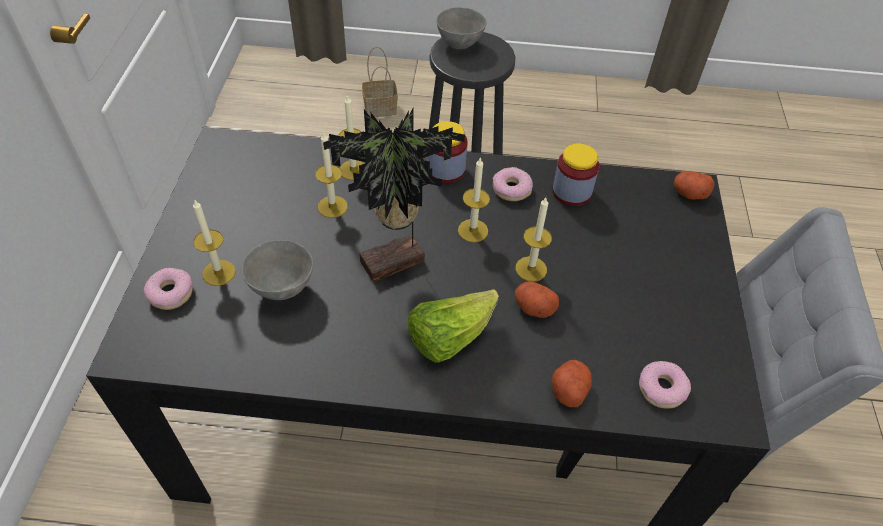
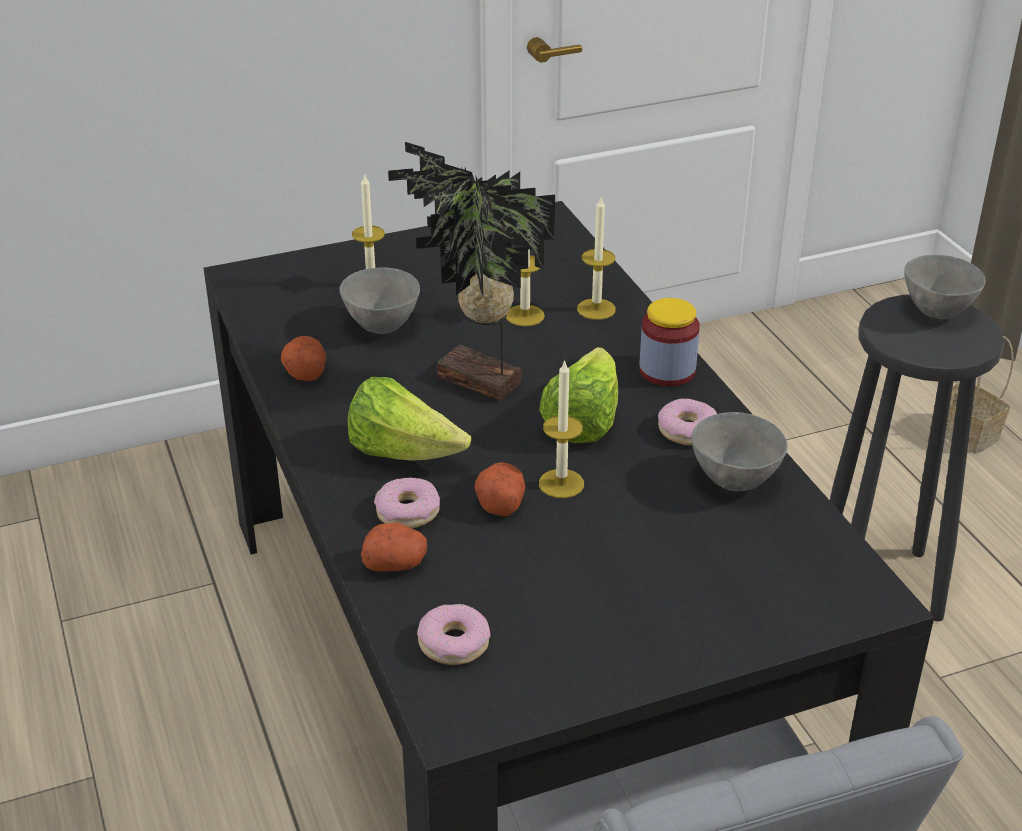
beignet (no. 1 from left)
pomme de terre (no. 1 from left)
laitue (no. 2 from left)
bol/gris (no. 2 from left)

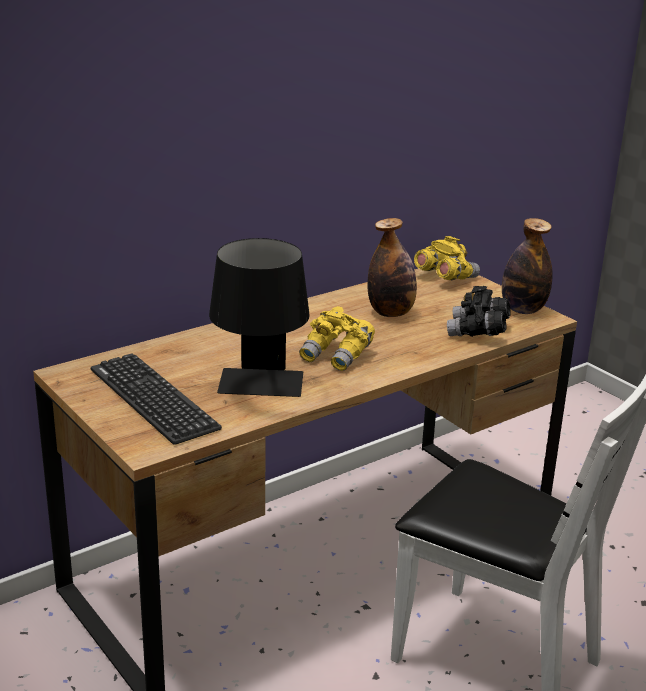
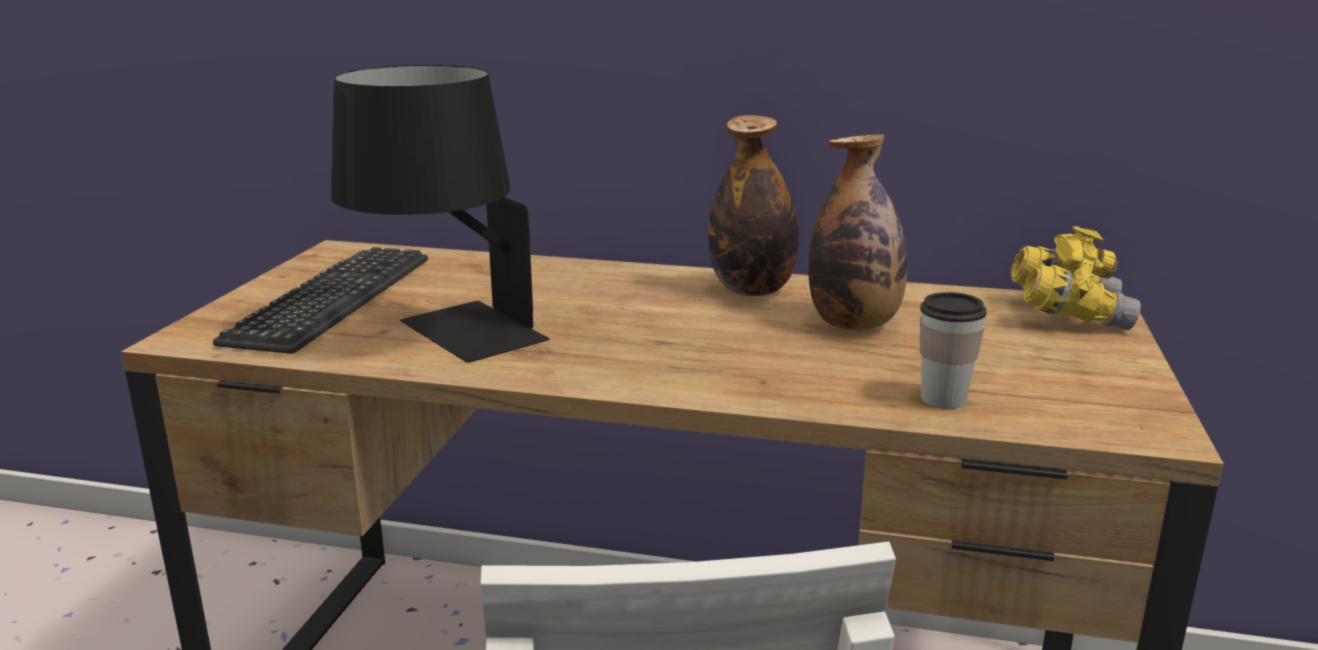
jumelles/jaune (no. 1 from left in the first image)
bouteille (no. 1 from left)
tasse

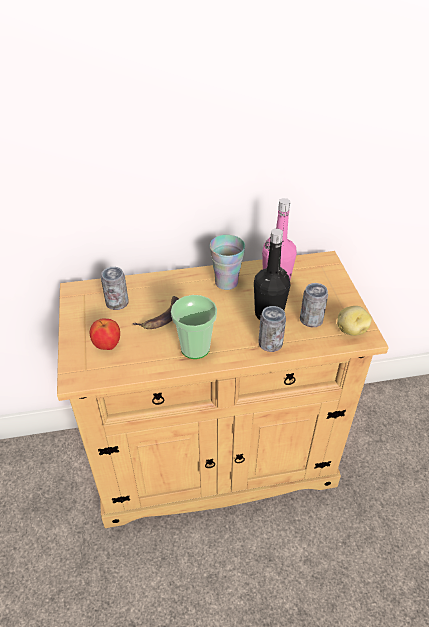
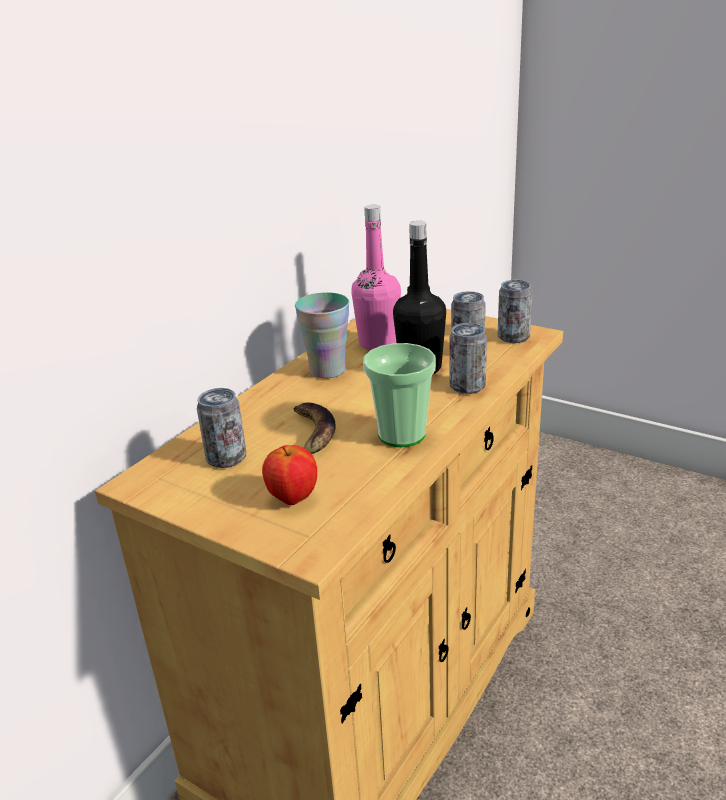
boîte métallique (no. 4 from left)

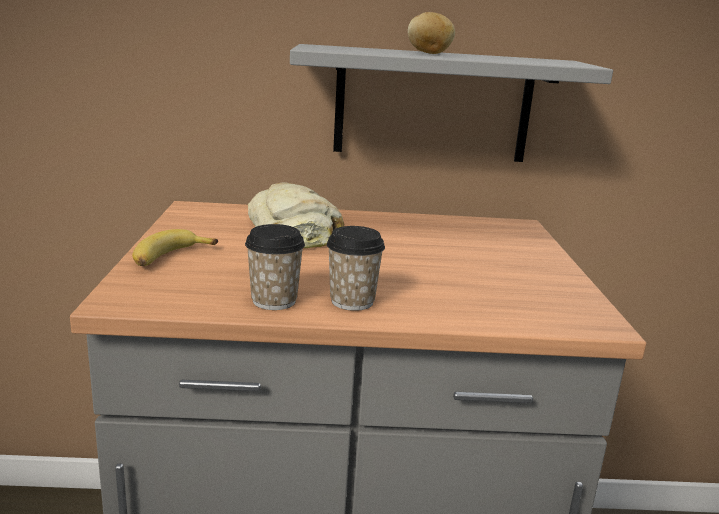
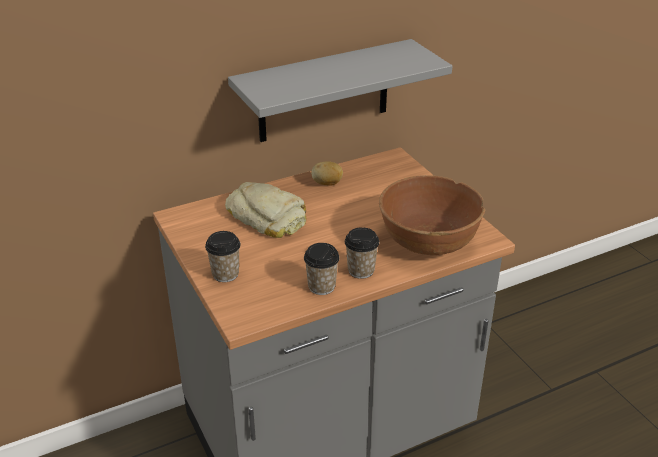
bol/marron
pomme de terre
tasse (no. 1 from left)

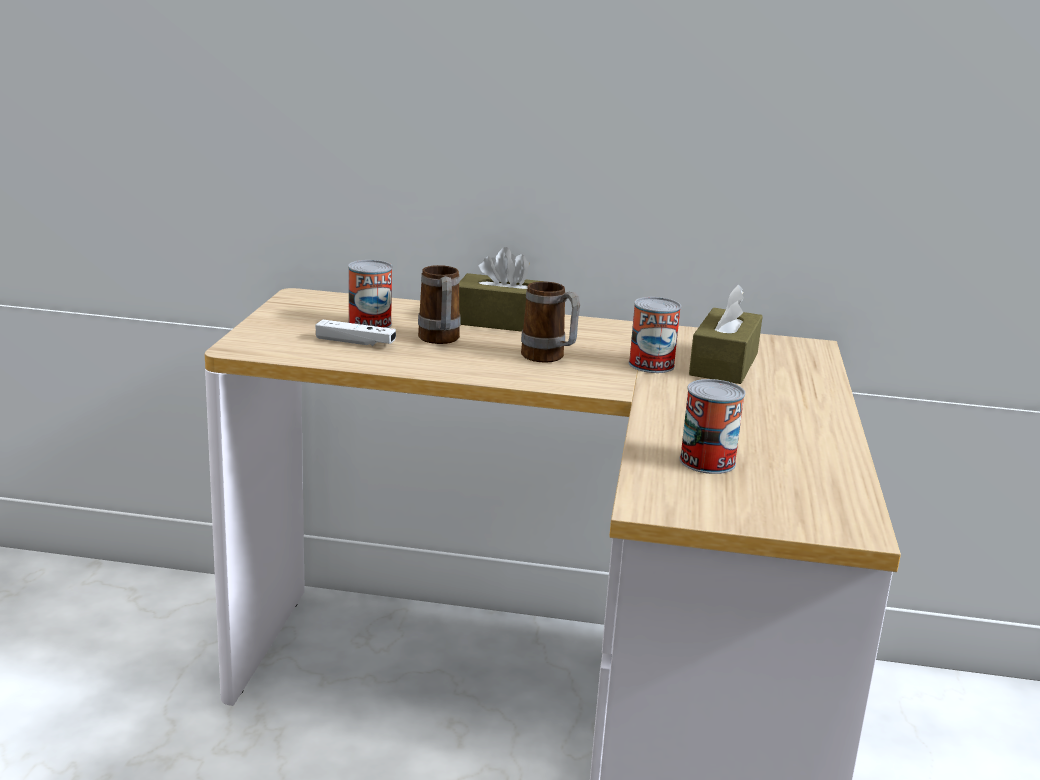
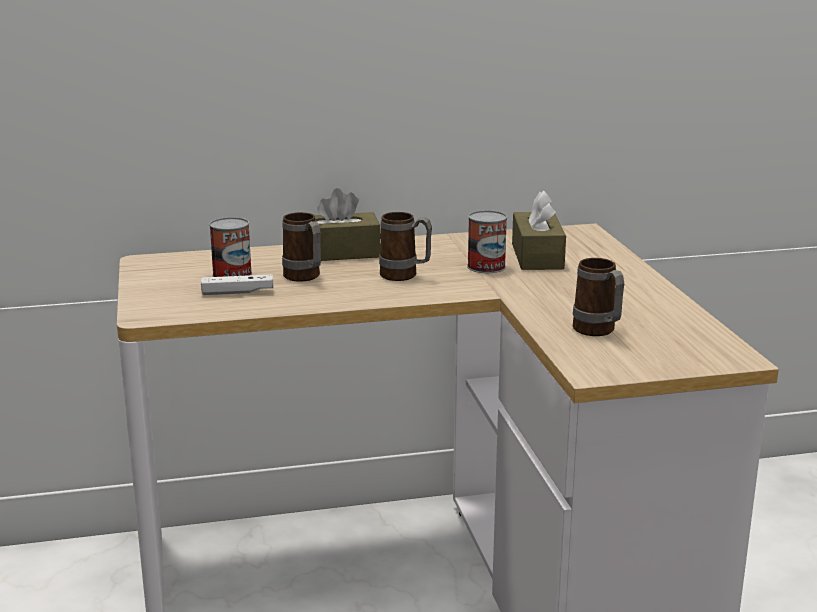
mug (no. 3 from left)

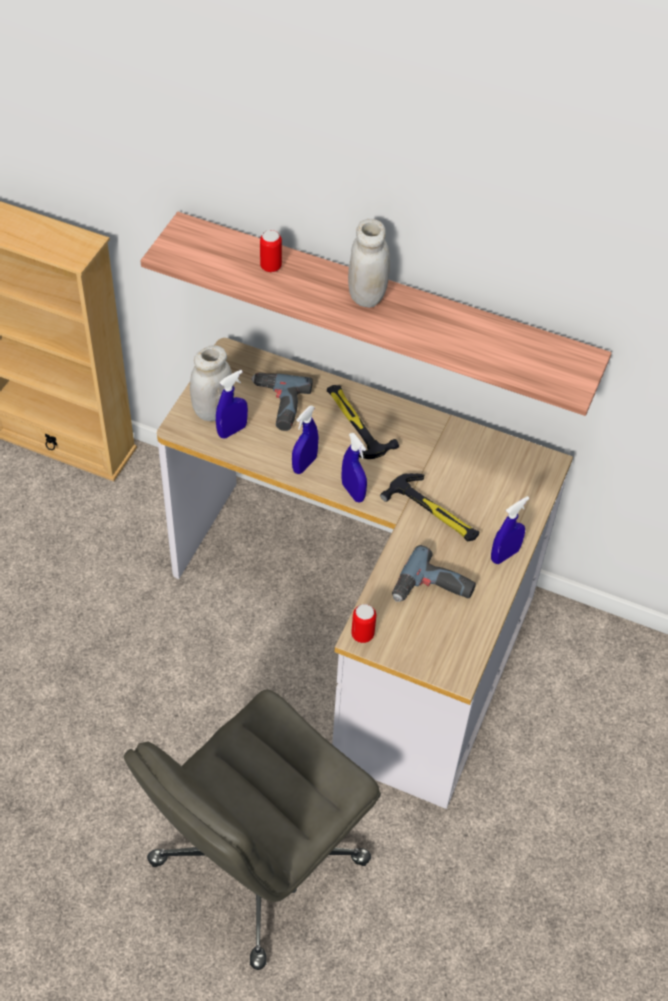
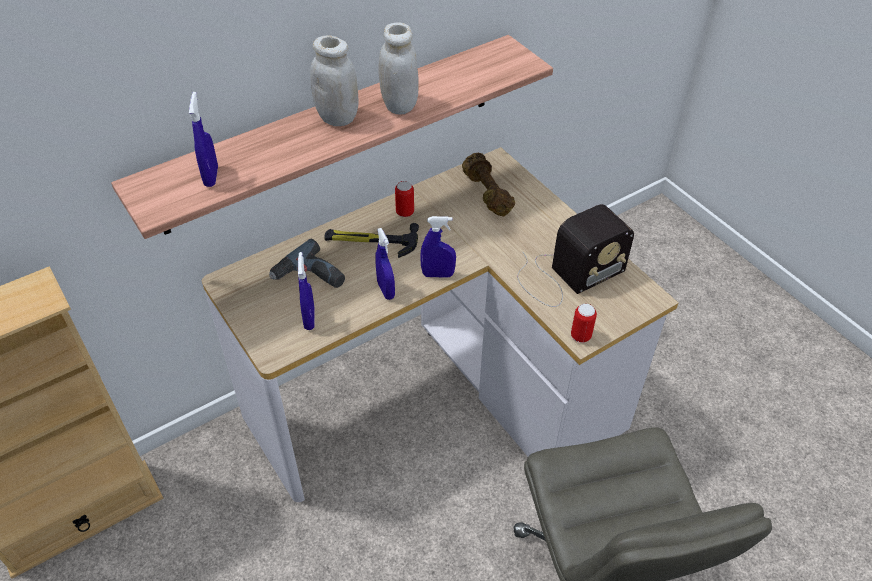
marteau (no. 2 from left in the first image)
haltère/marron
bocal/blanc (no. 2 from left)
boîte métallique (no. 1 from left)
vaporisateur/bleu (no. 1 from left)
radio

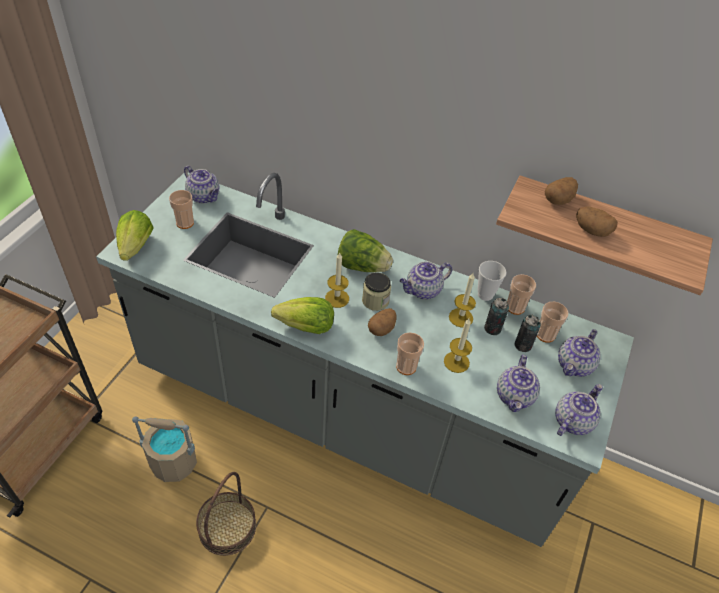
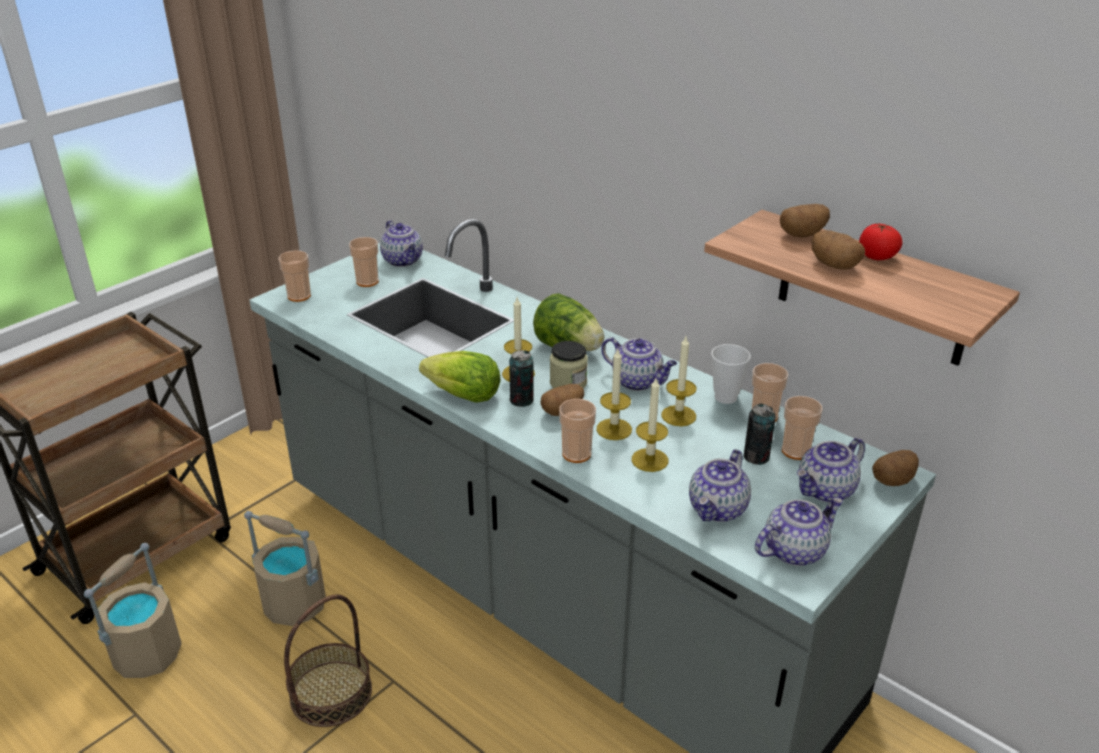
seau/beige (no. 1 from left)
bougie (no. 2 from left)
tomate
pomme de terre (no. 4 from left)
boîte métallique (no. 1 from left)
tasse (no. 1 from left)
théière (no. 2 from left)

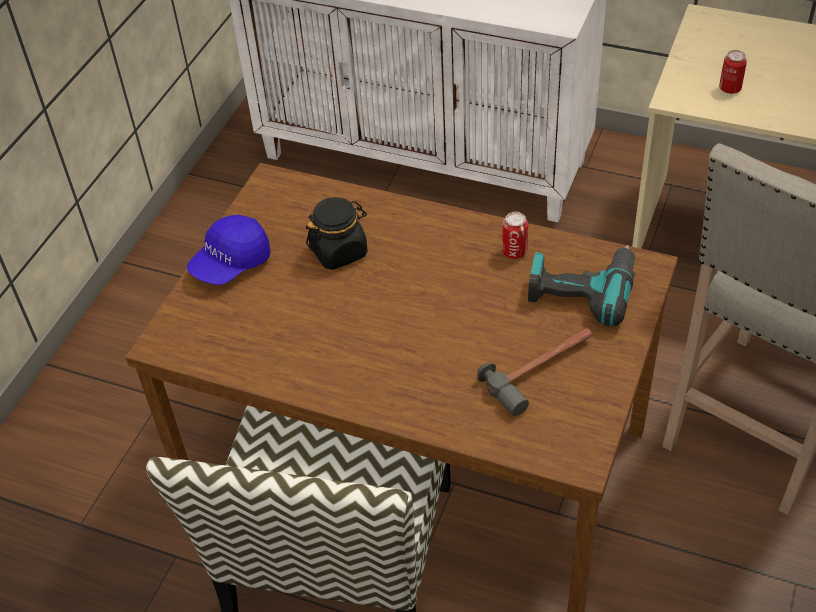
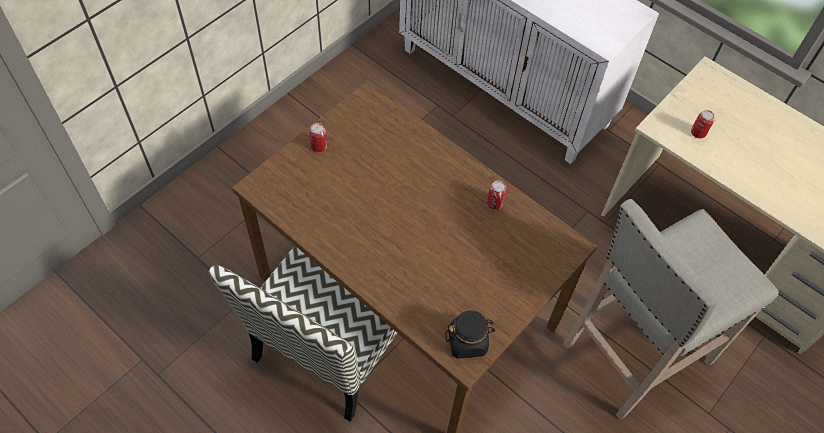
marteau
perceuse
bocal/noir
boîte métallique (no. 1 from left)

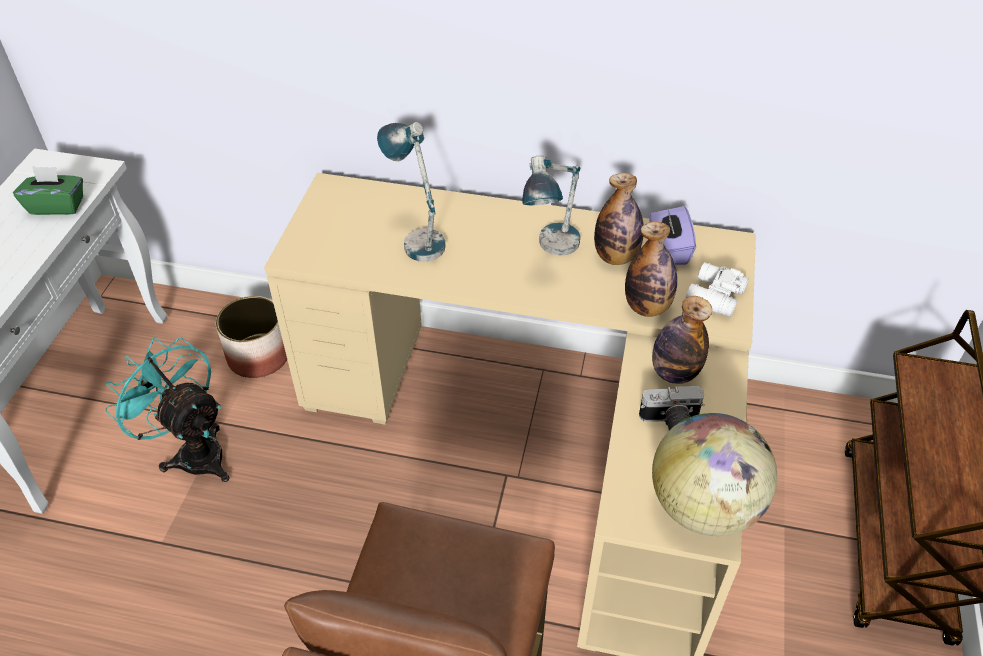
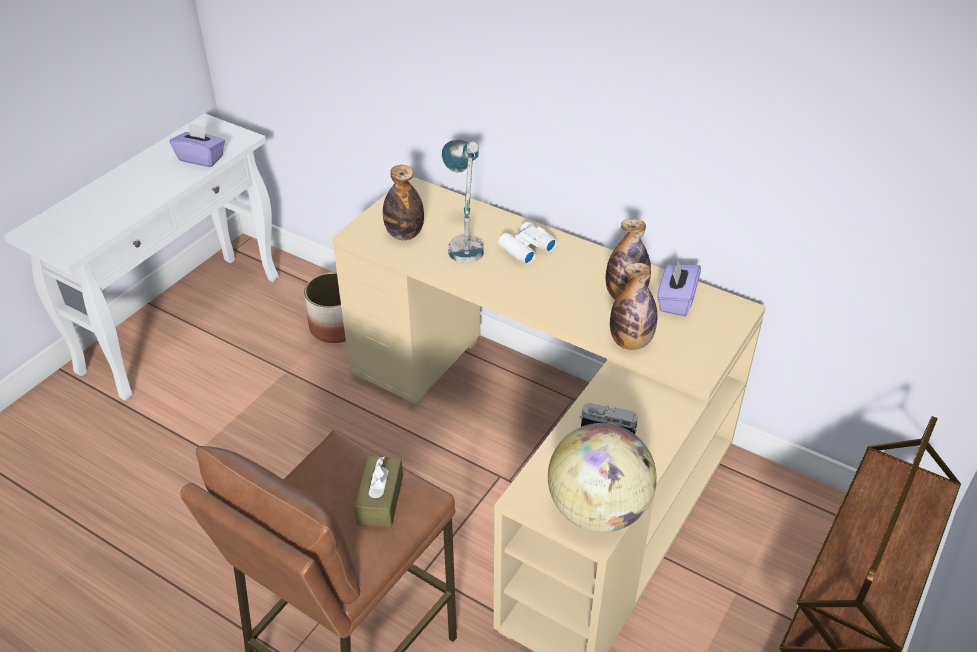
ventilateur/turquoise
lampe de table (no. 2 from left in the first image)
boîte à mouchoirs/marron
bouteille (no. 1 from left)
jumelles/blanc
boîte à mouchoirs/violet (no. 1 from left)

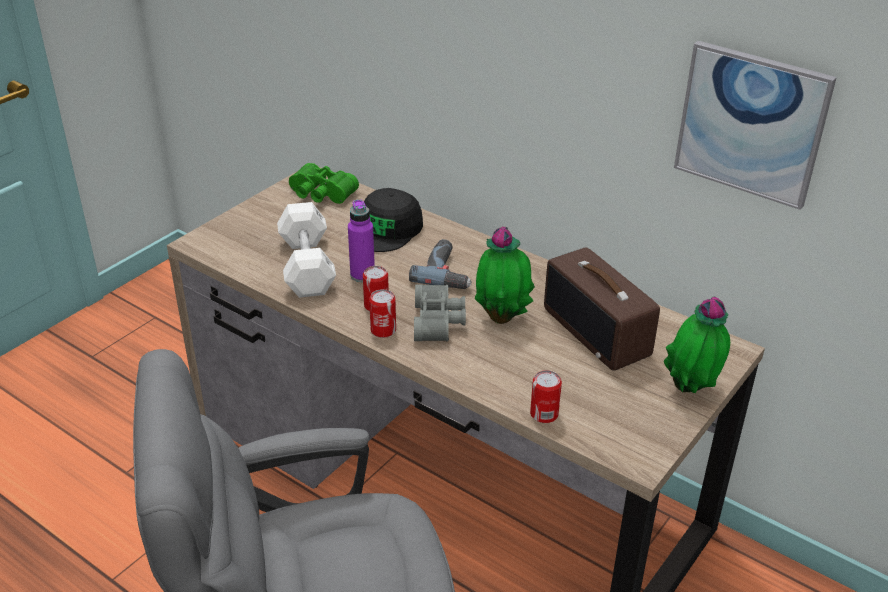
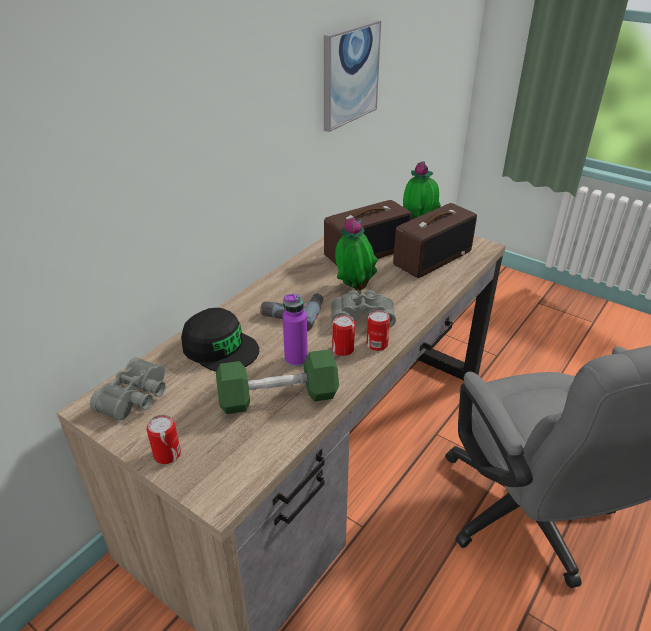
radio (no. 2 from left)
boîte métallique (no. 1 from left)
haltère/vert
jumelles/gris (no. 1 from left)

